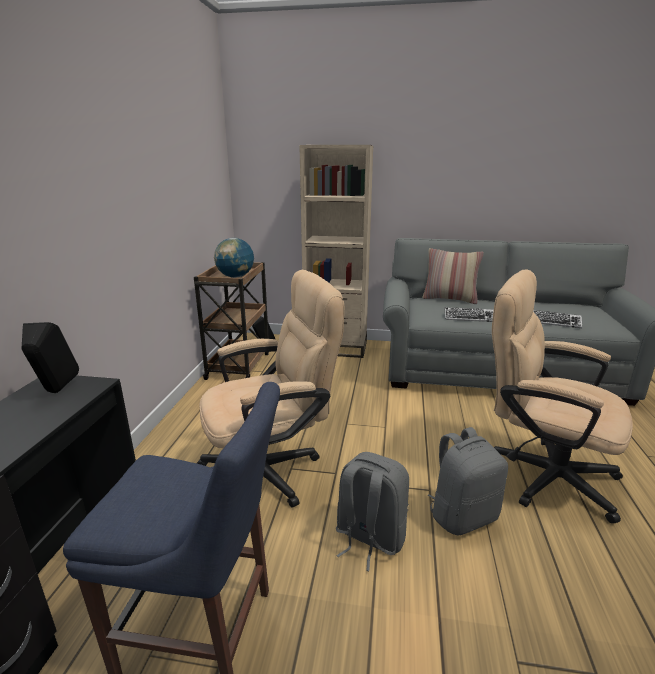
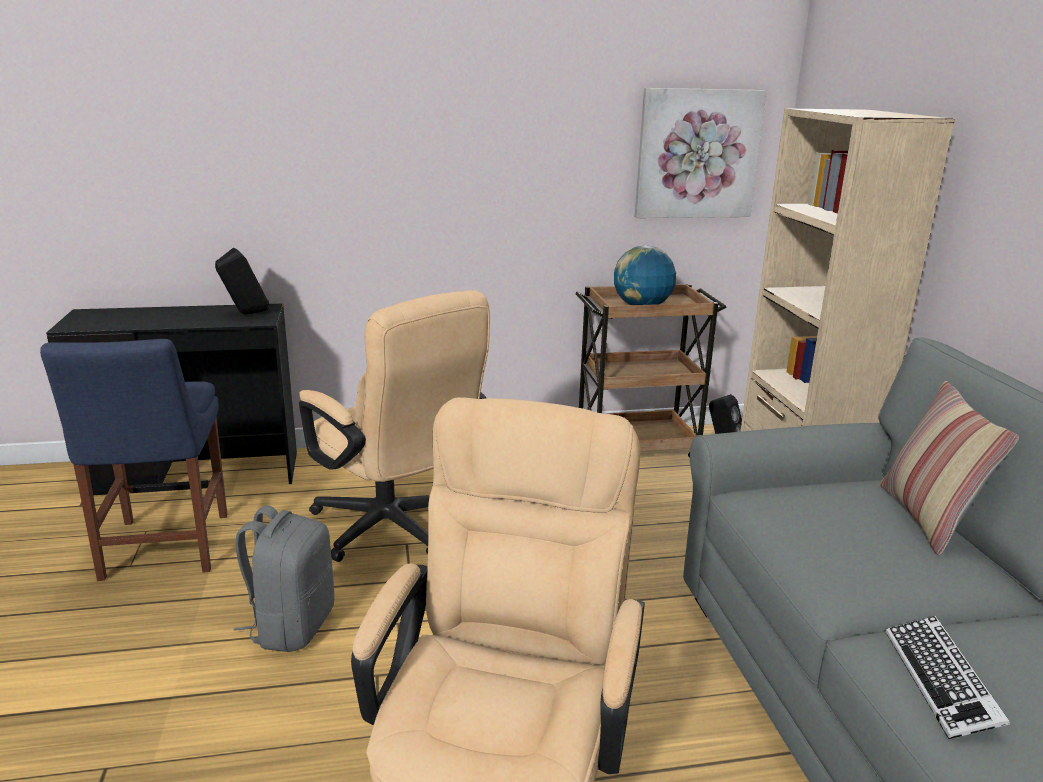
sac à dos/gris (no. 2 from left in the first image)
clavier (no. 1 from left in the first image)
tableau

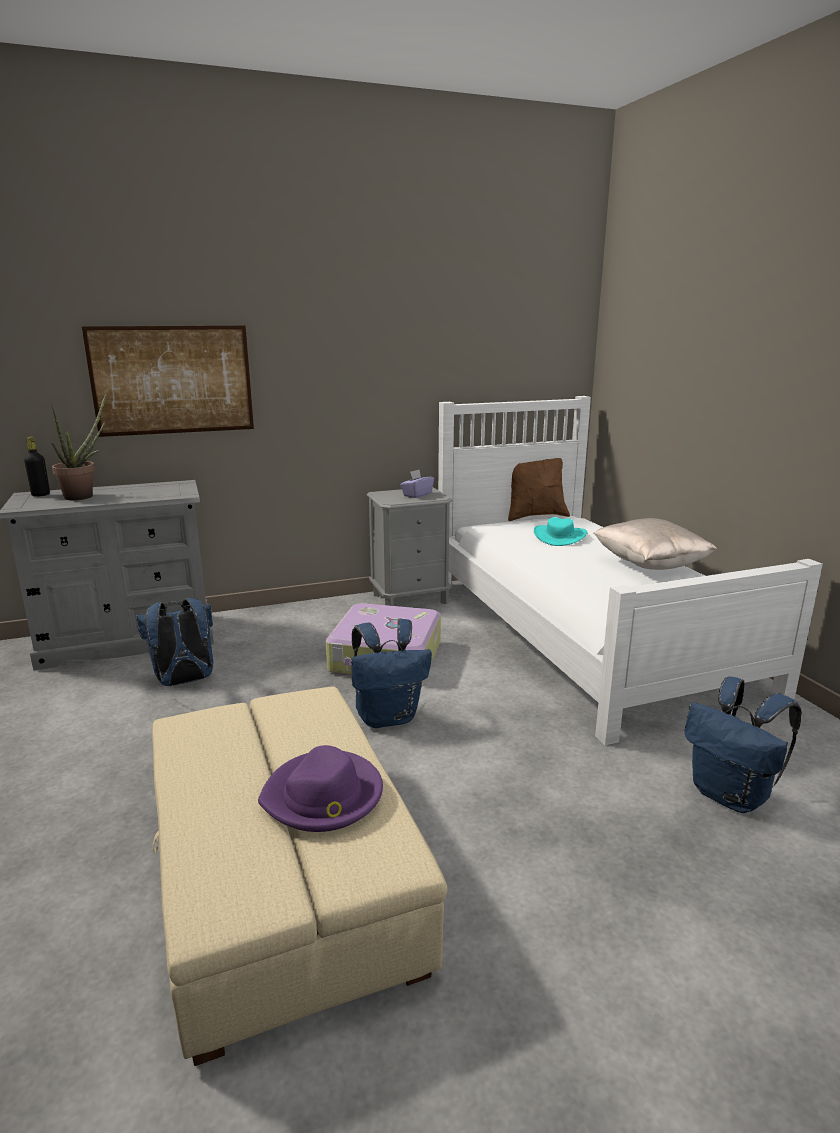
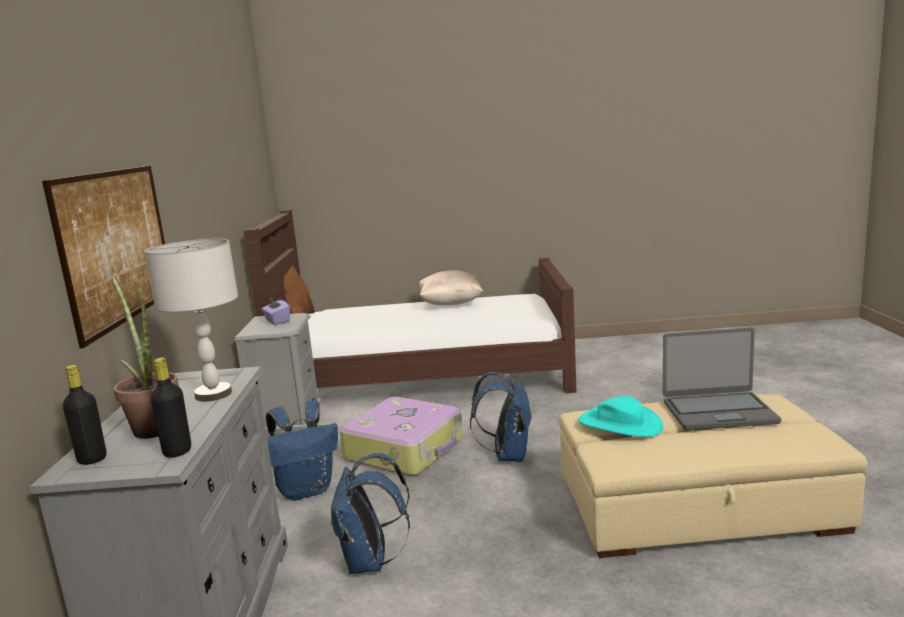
lampe de table/gris
bouteille/noir (no. 2 from left)
chapeau/turquoise
sac à dos/bleu (no. 1 from left)
ordinateur portable
lit/marron

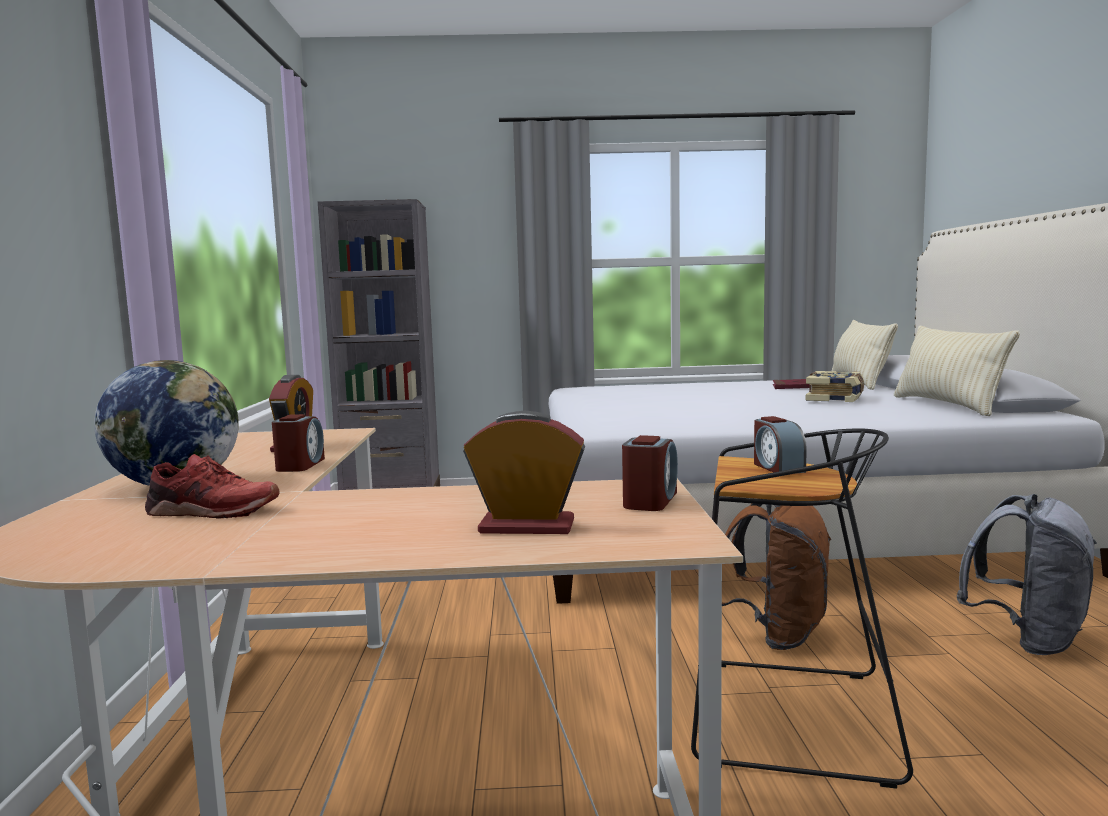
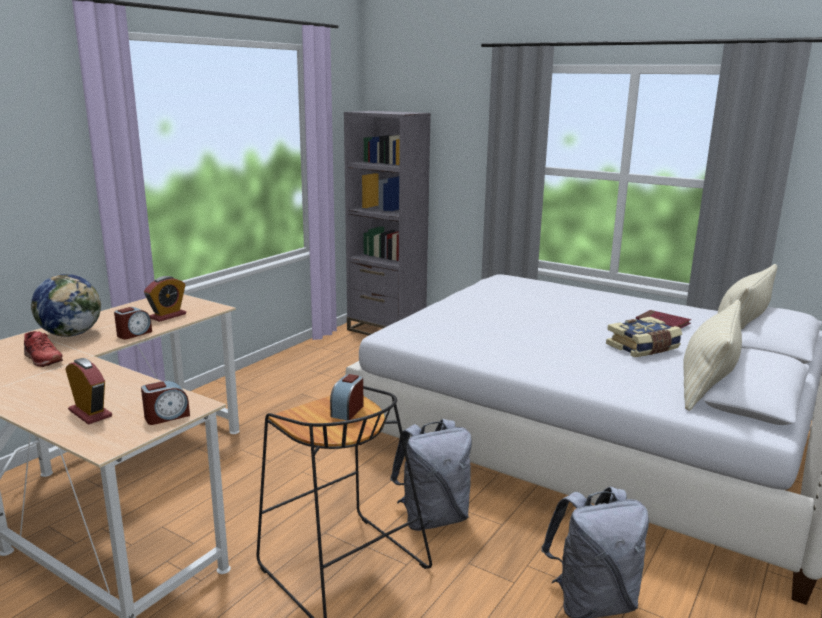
sac à dos/gris (no. 1 from left)

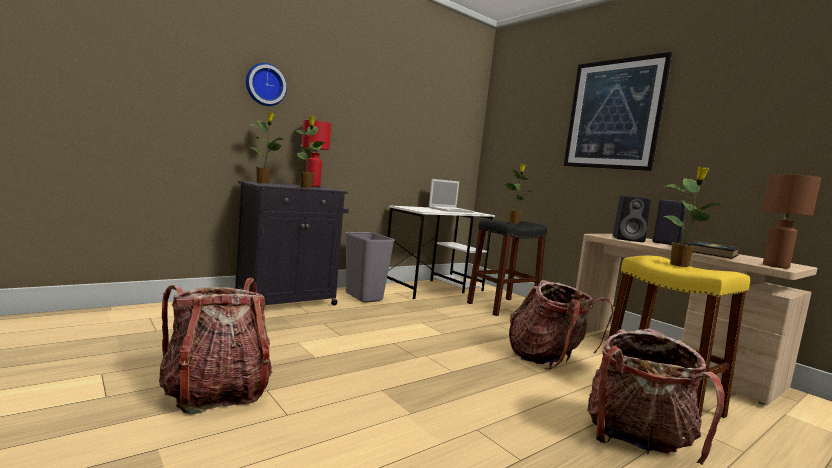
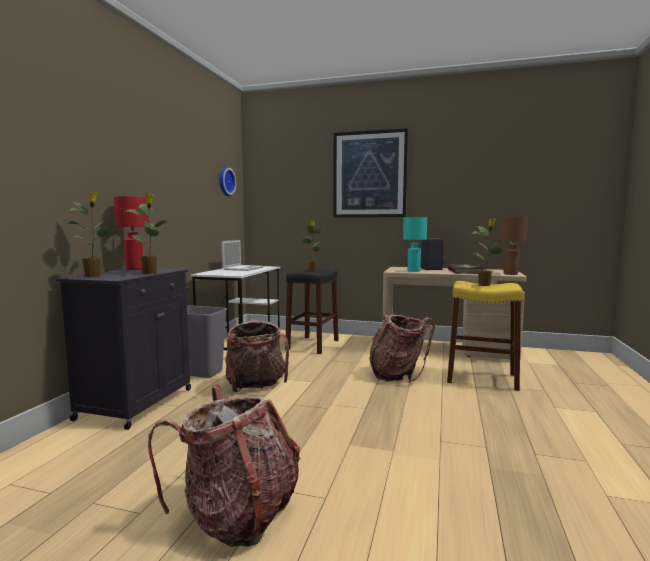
horloge murale
sac à dos (no. 2 from left)
lampe de table/turquoise

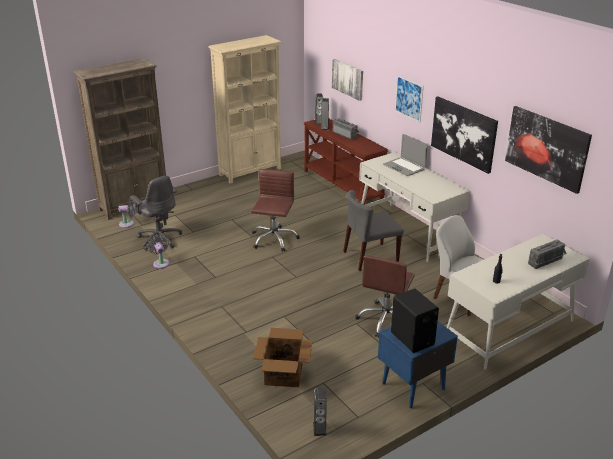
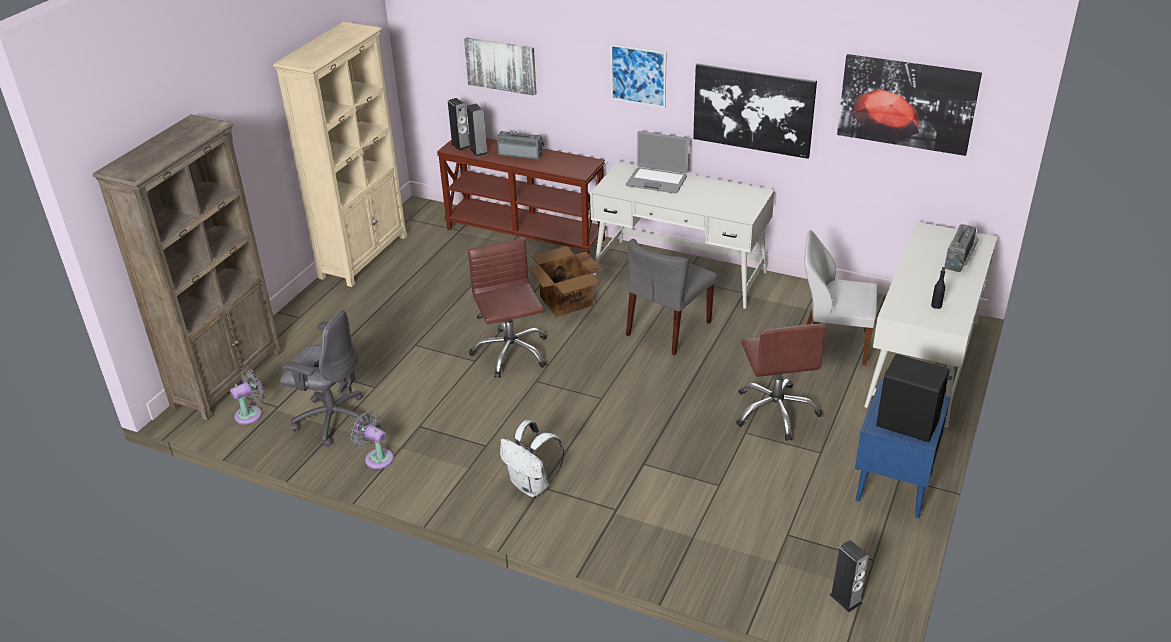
sac à dos/blanc
carton

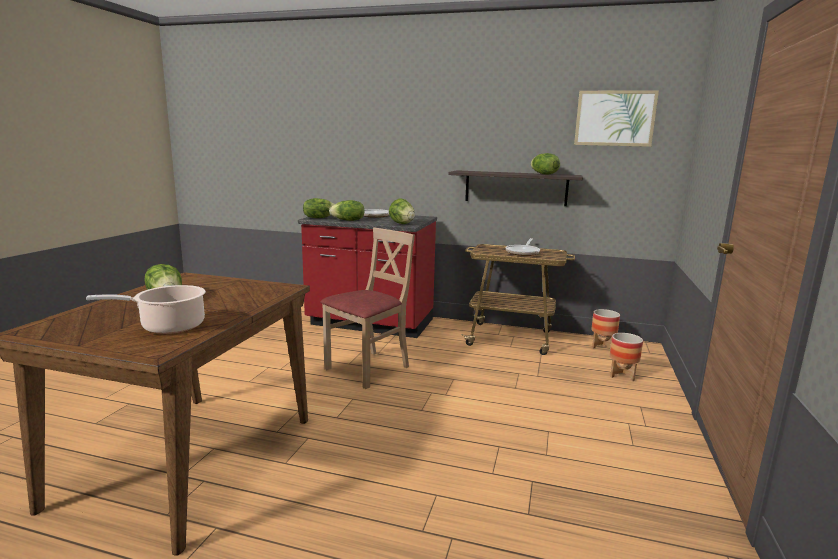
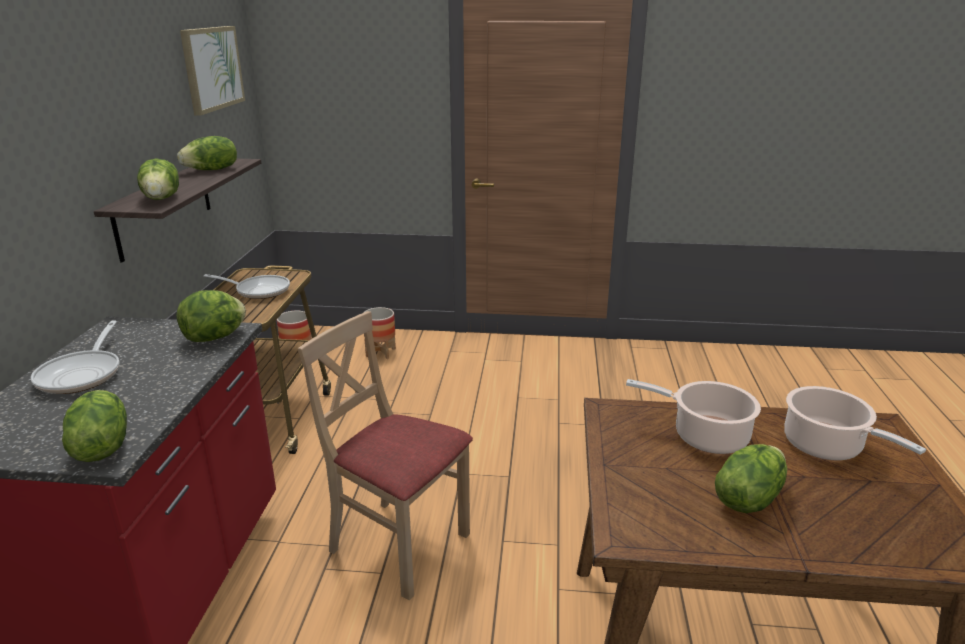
marmite (no. 1 from left)
laitue (no. 2 from left)

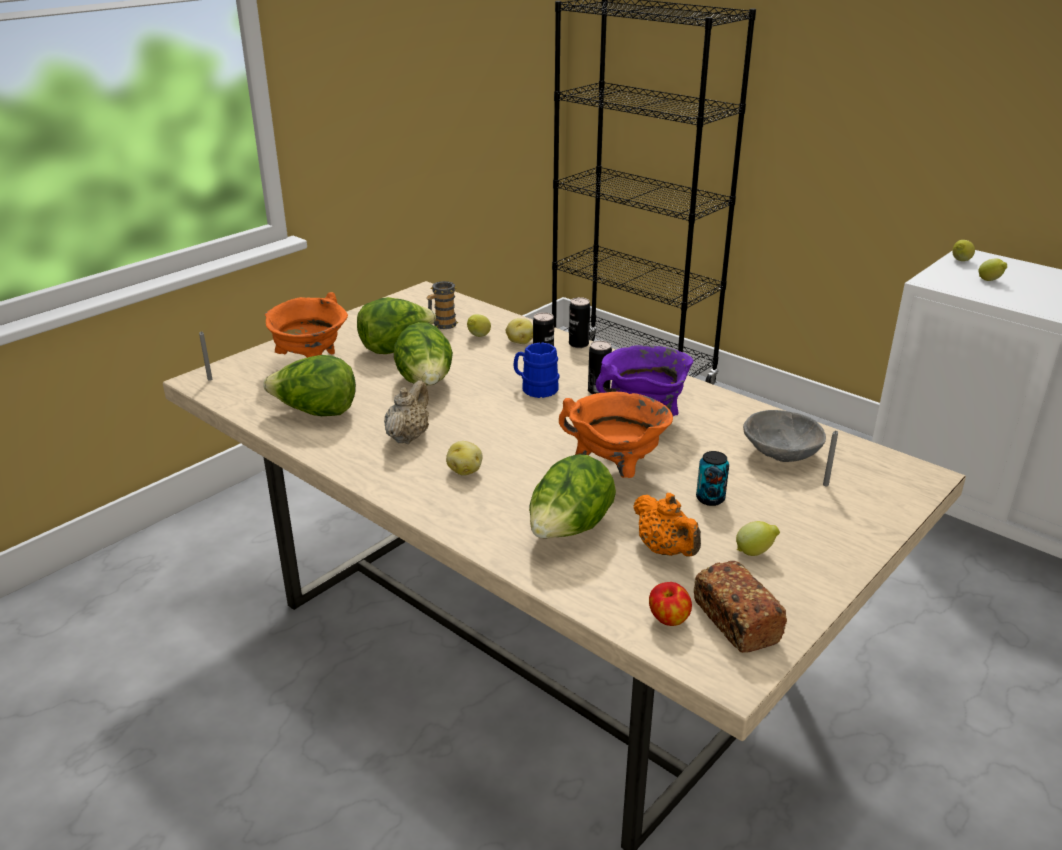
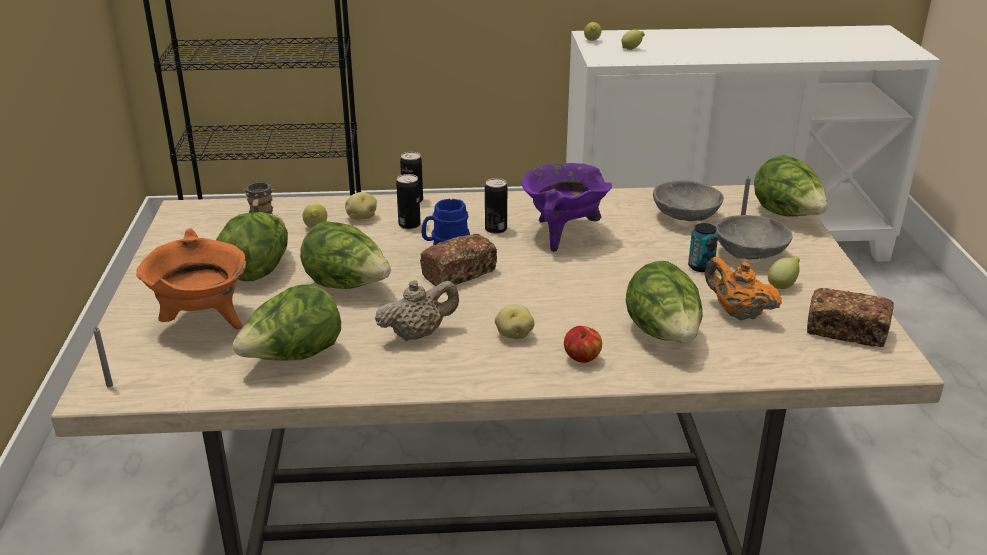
marmite/orange (no. 2 from left in the first image)
pain (no. 1 from left)
bol/gris (no. 2 from left)
laitue (no. 5 from left)
pomme
théière/beige
théière/orange

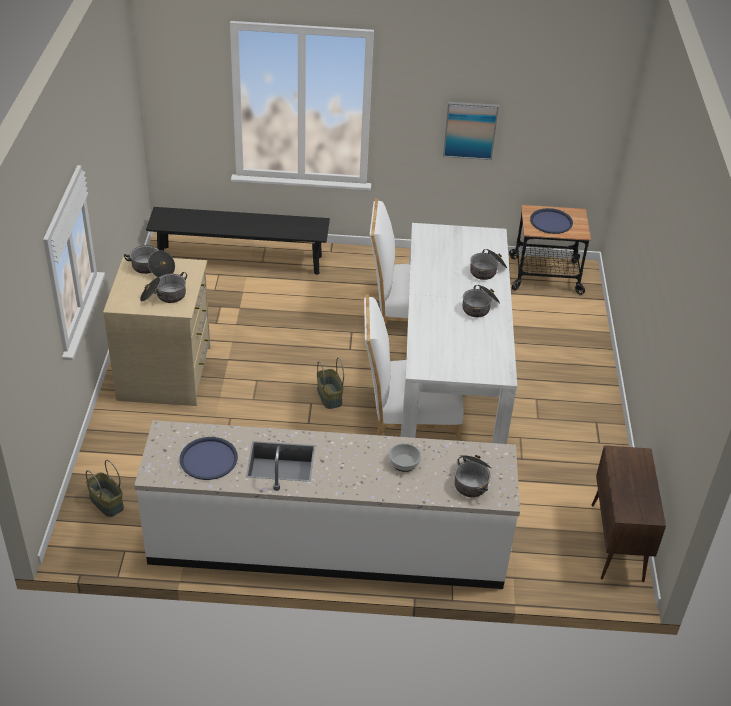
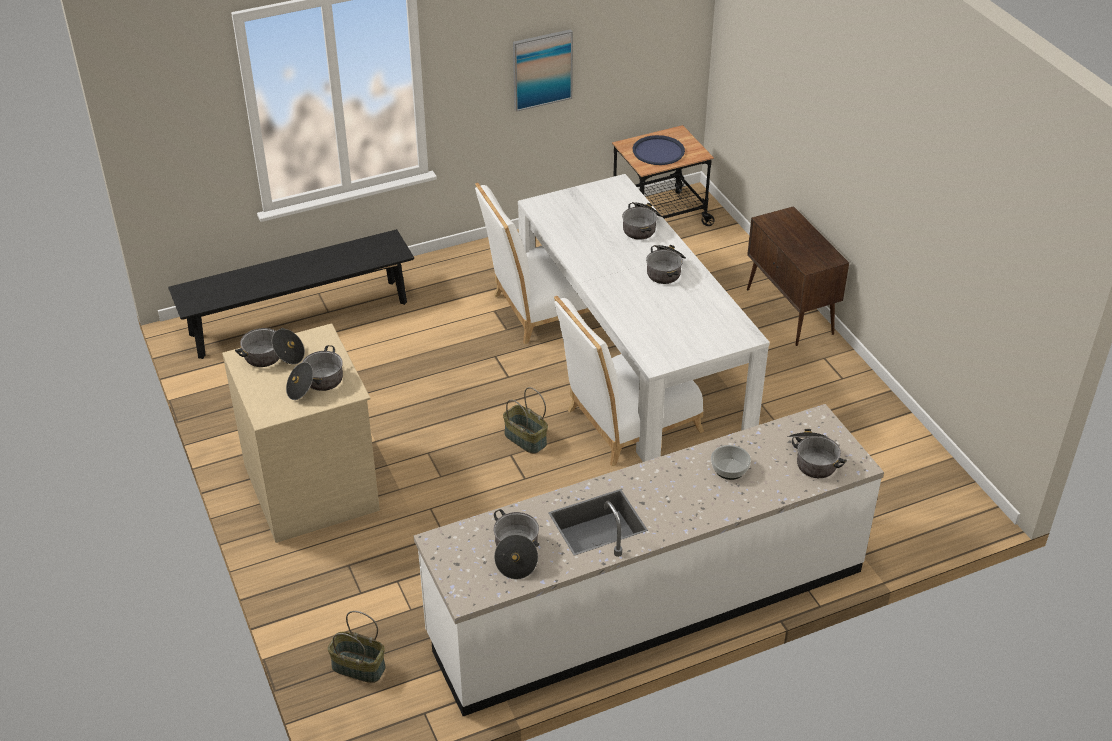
meuble de rangement/marron
marmite (no. 3 from left)

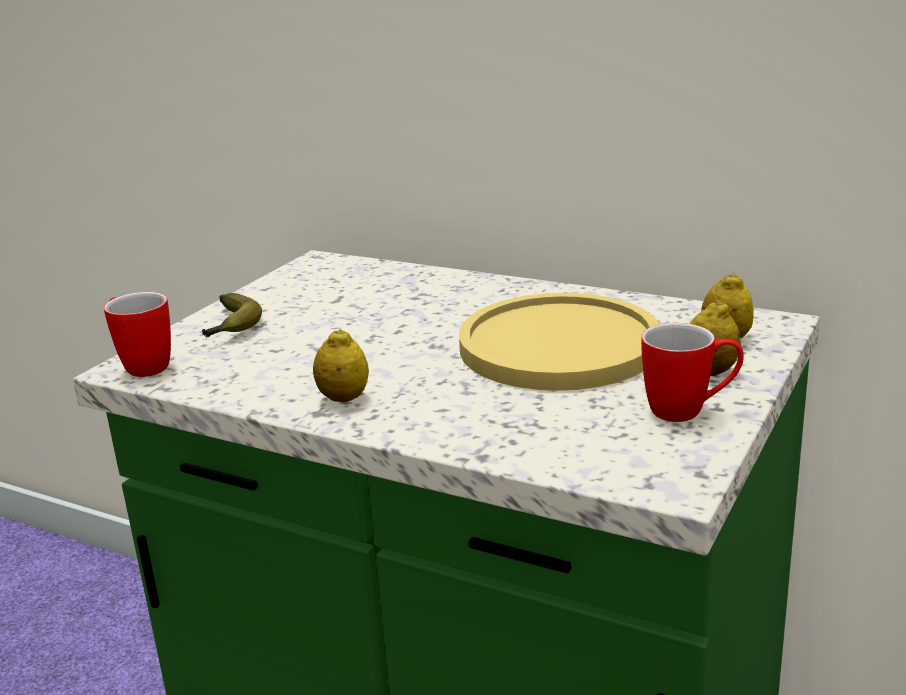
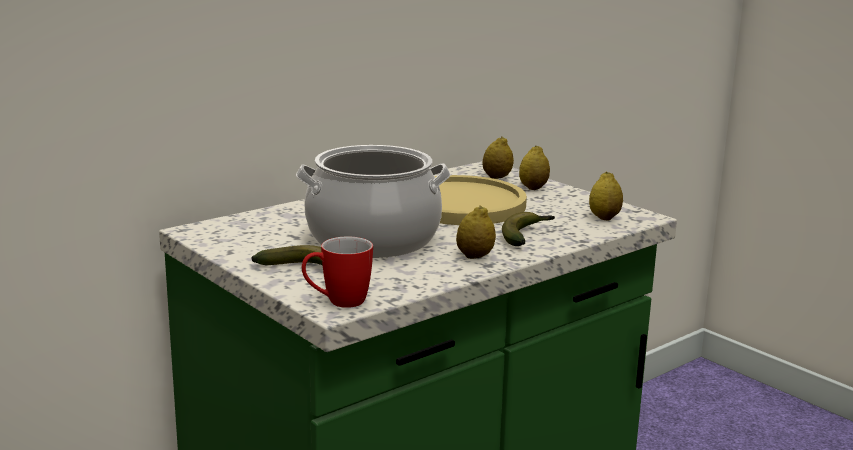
mug (no. 2 from left in the first image)
marmite
banane (no. 2 from left)
citron (no. 4 from left)

